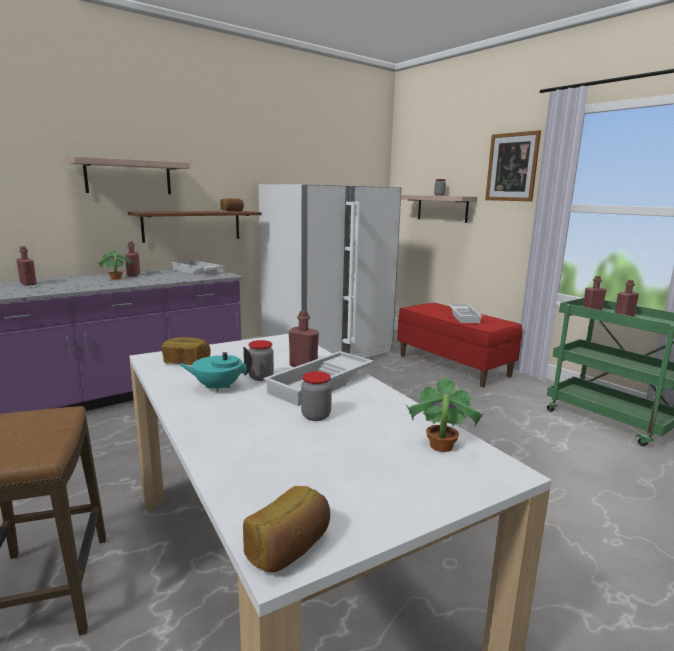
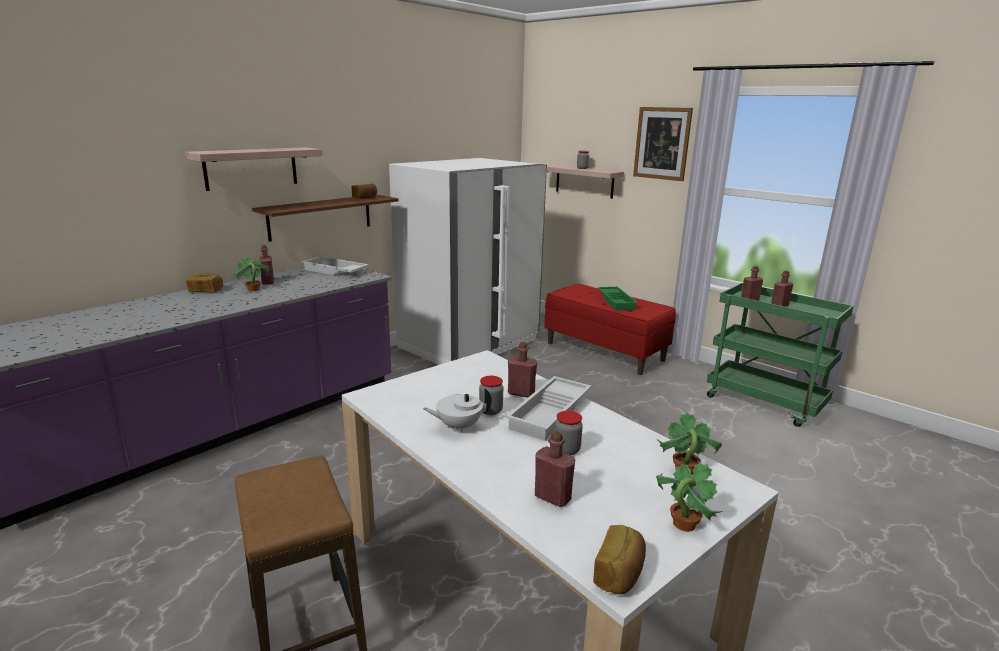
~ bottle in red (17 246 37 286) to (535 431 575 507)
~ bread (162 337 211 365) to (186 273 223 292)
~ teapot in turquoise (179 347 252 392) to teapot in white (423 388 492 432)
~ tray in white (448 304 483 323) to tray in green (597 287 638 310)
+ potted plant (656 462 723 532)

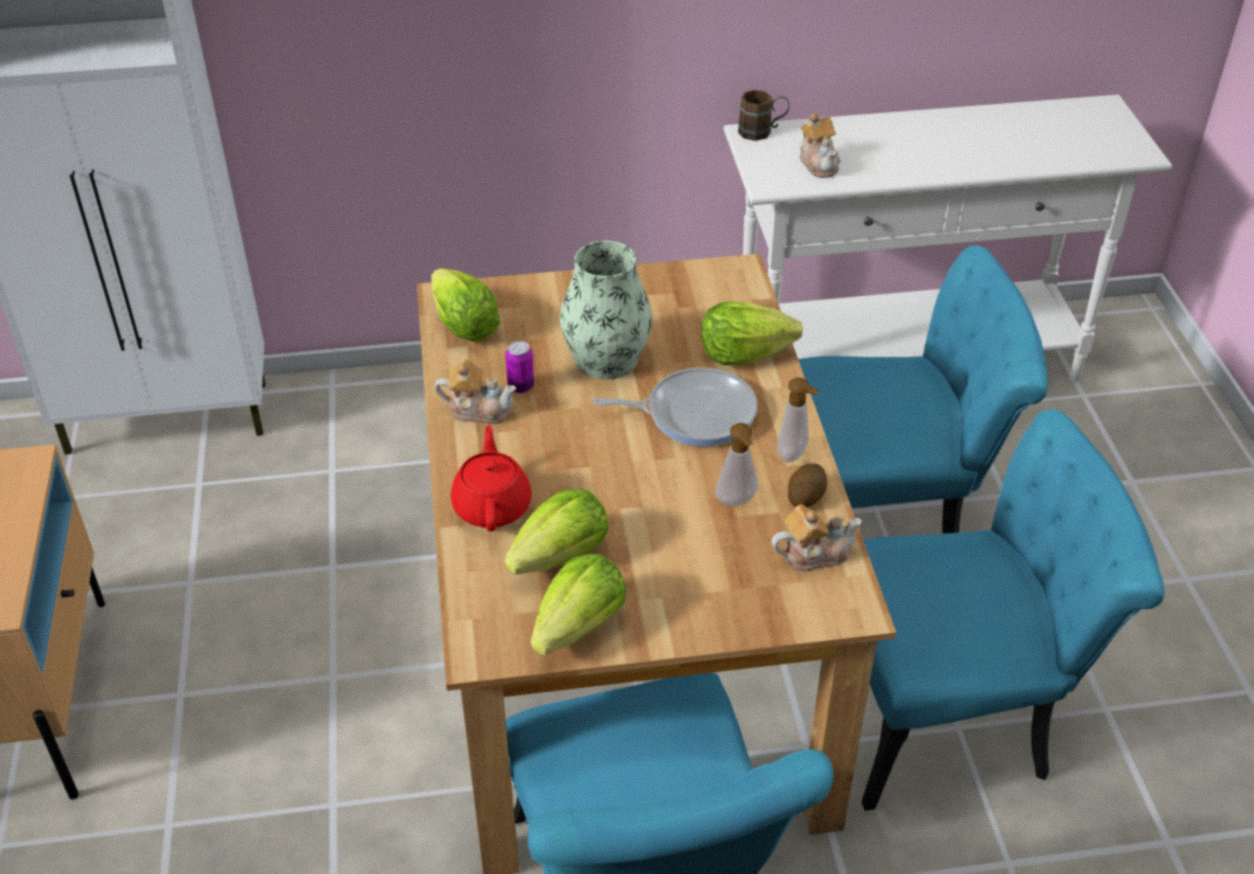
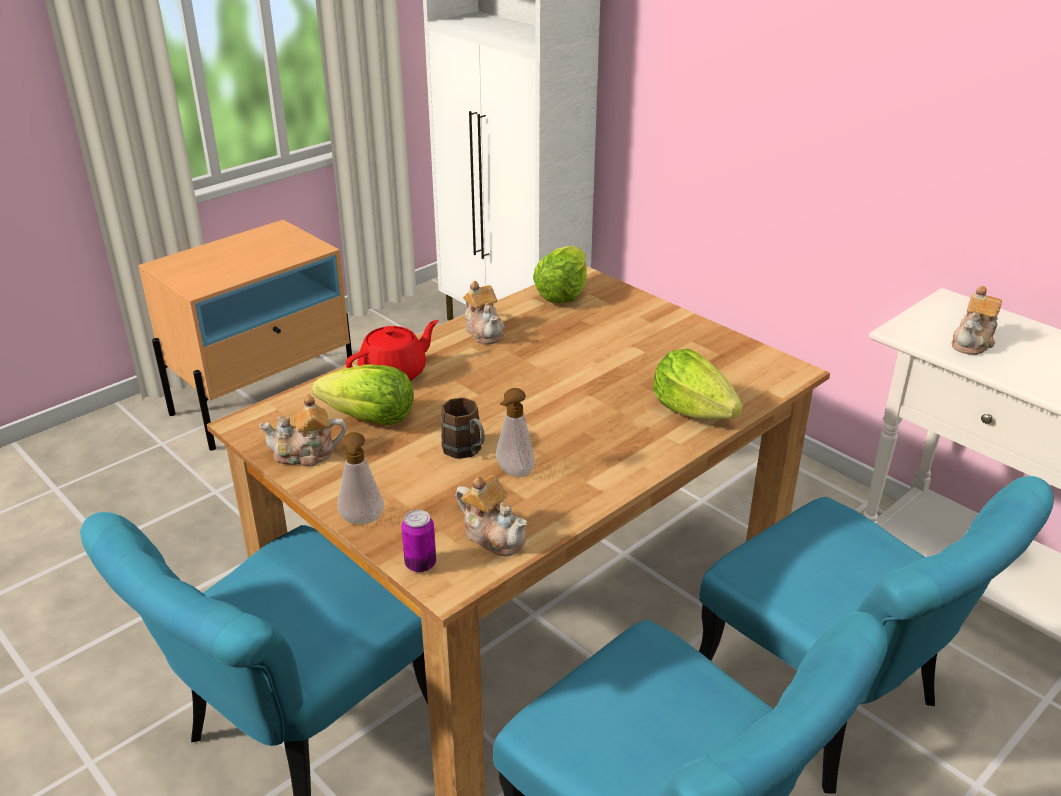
~ can (505 341 534 393) to (401 510 436 572)
~ lettuce (531 553 626 655) to teapot (259 395 346 466)
- vase (560 241 653 379)
- frying pan (593 368 758 446)
~ mug in brown (738 90 789 141) to (441 397 485 459)
~ soap dispenser (777 377 819 462) to (337 432 384 524)
- potato (788 463 827 507)

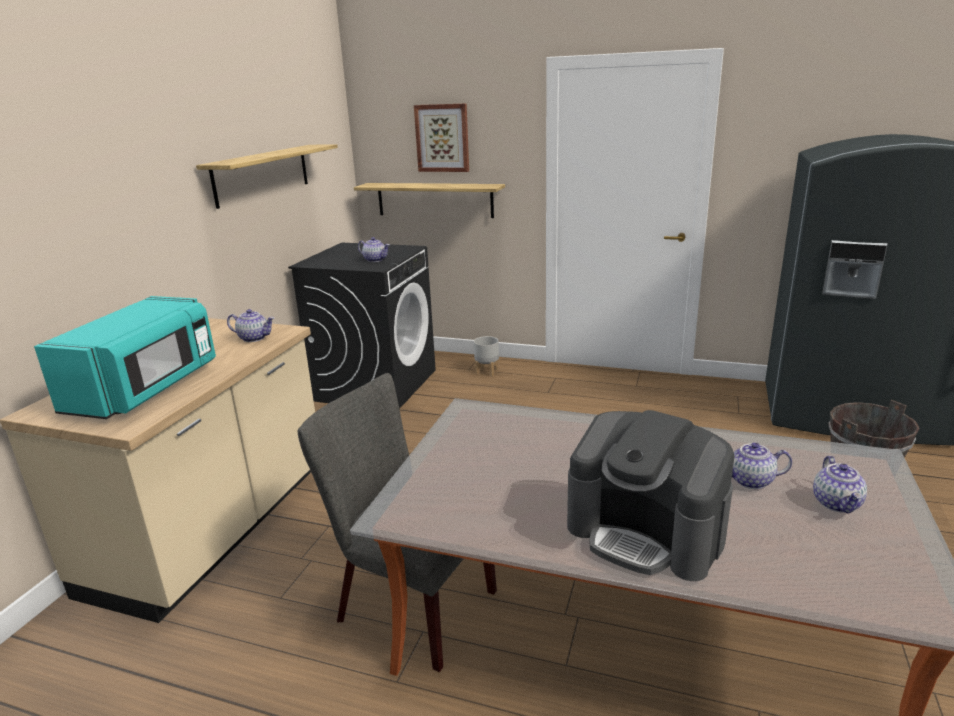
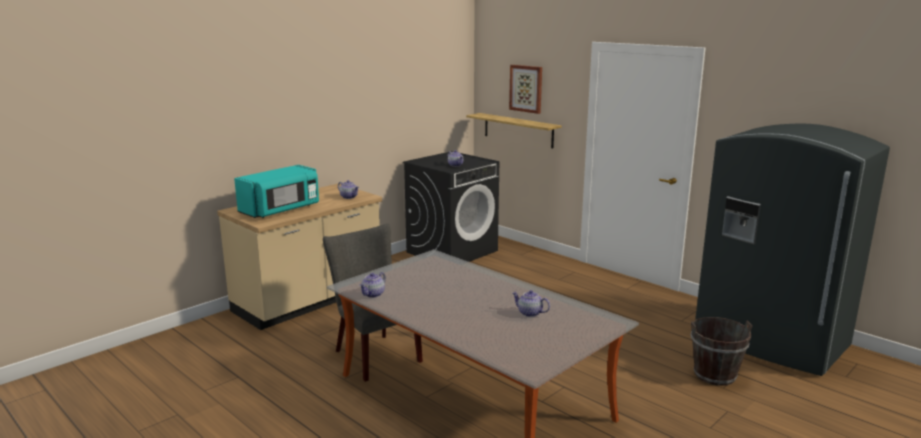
- shelf (196 144 338 209)
- planter in grey (474 336 499 376)
- coffee machine (567 410 735 581)
~ teapot (813 456 867 514) to (359 272 386 298)

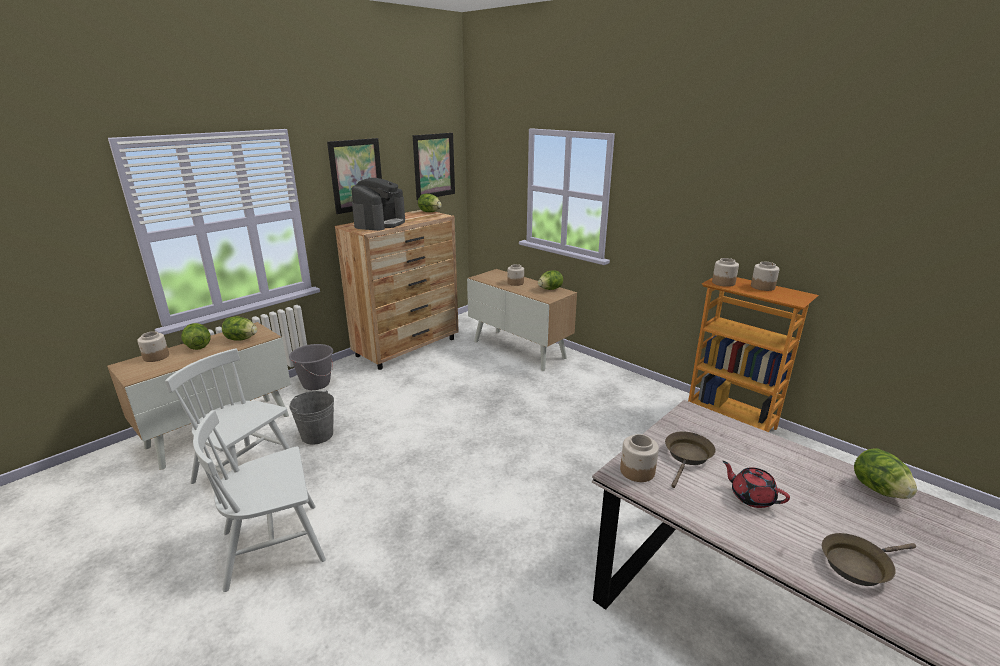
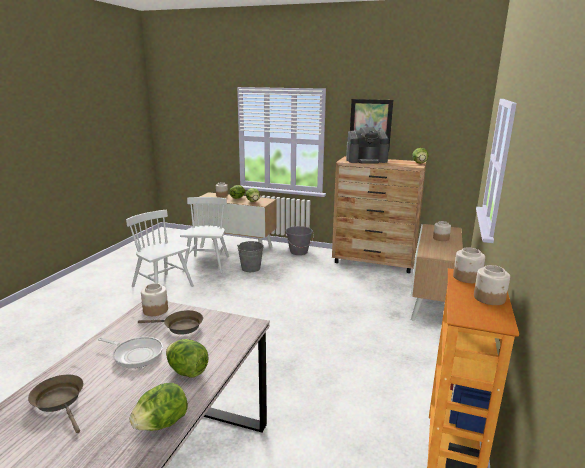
- picture (413 133 455 200)
~ lettuce (538 270 563 290) to (166 339 209 378)
~ teapot in red (722 461 790 508) to frying pan (98 337 163 368)

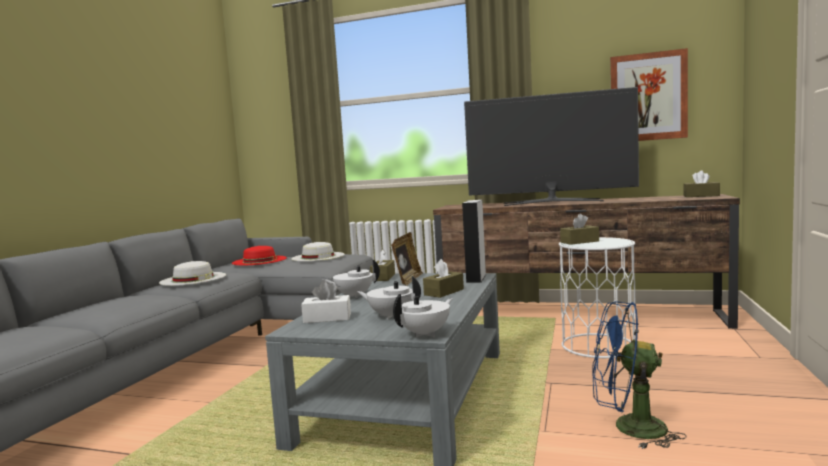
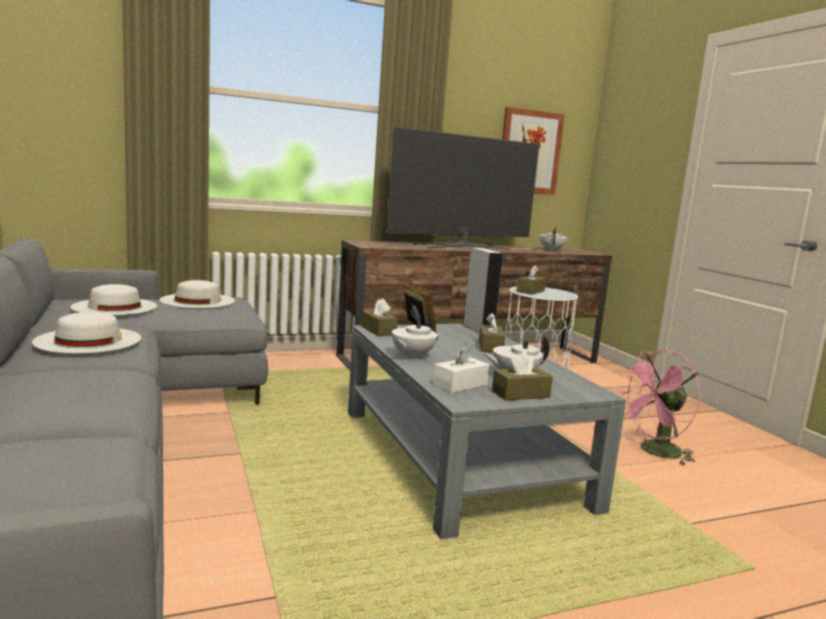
~ hat in red (232 246 287 265) to hat in white (71 284 157 315)
~ teapot in white (393 294 453 338) to (539 227 568 251)
~ fan in blue (592 301 686 449) to fan in pink (617 350 700 466)
~ tissue box in brown (683 170 720 197) to (492 351 553 401)

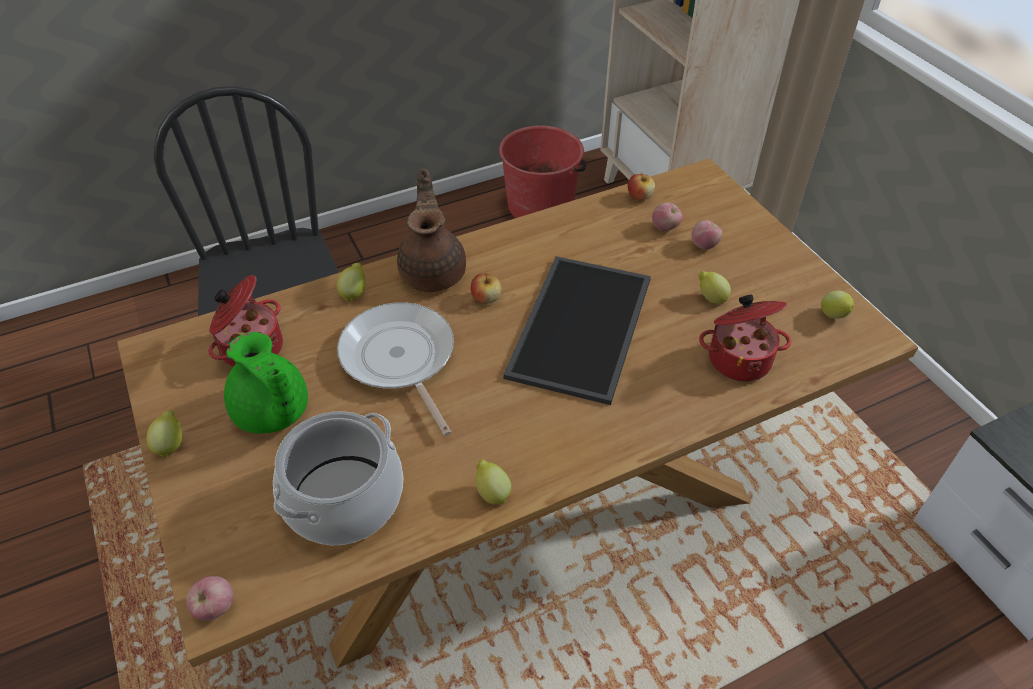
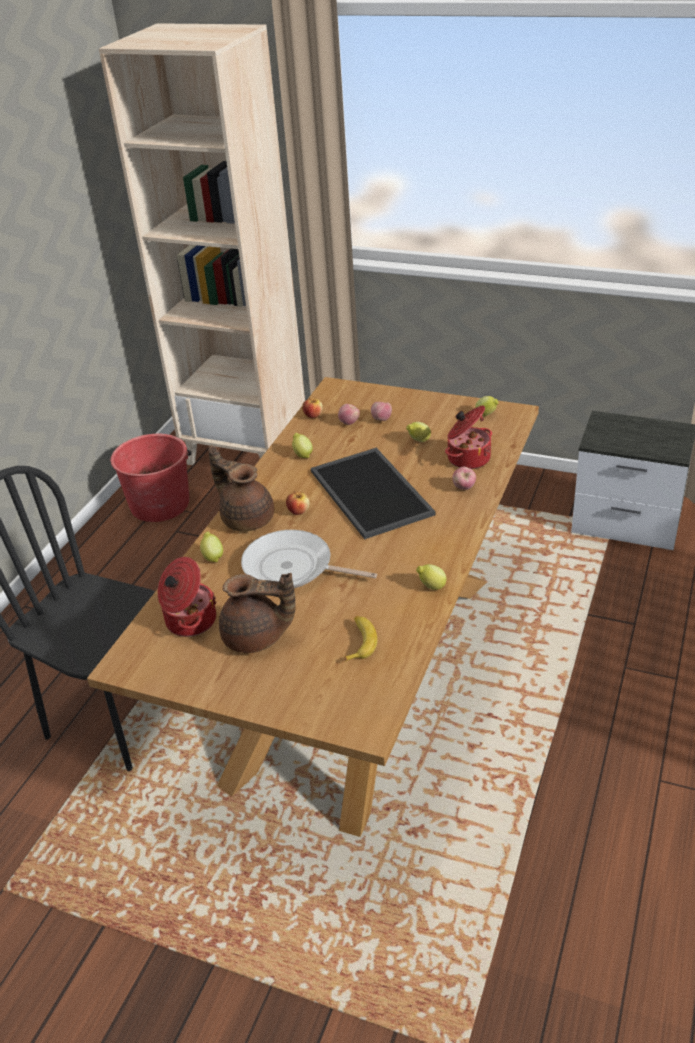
~ lemon (147 410 182 458) to (292 433 313 458)
~ apple (186 576 233 621) to (452 467 476 490)
~ teapot in green (224 332 308 434) to teapot in brown (219 573 296 653)
~ cooking pot (273 411 403 545) to banana (344 616 377 661)

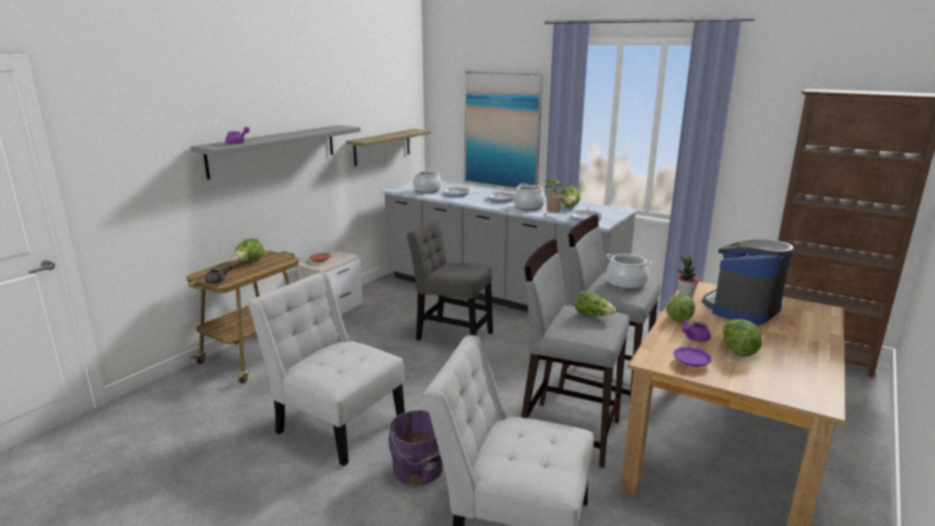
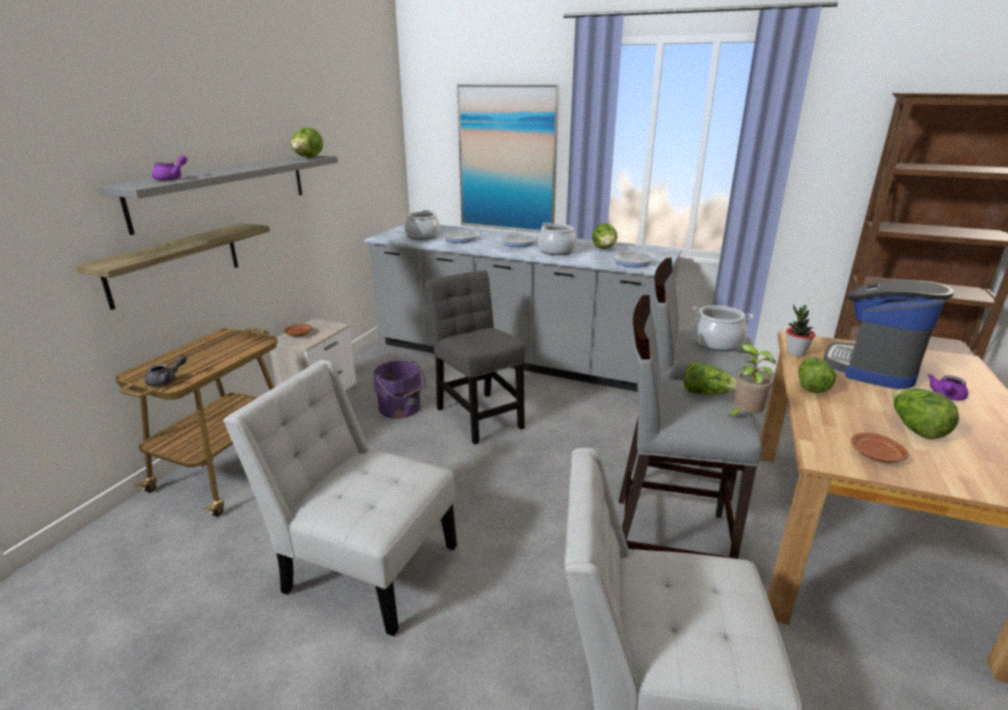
~ lettuce (233 238 264 263) to (290 128 323 158)
~ shelf (346 129 431 167) to (76 223 270 310)
~ bucket in purple (388 410 442 486) to (373 360 426 419)
~ chair in grey (407 219 493 341) = (425 270 525 444) 45 degrees clockwise
~ potted plant (543 178 563 215) to (727 344 776 417)
~ plate in purple (673 347 712 367) to plate in brown (851 432 909 463)
~ teapot in purple (682 320 711 342) to (928 374 968 401)

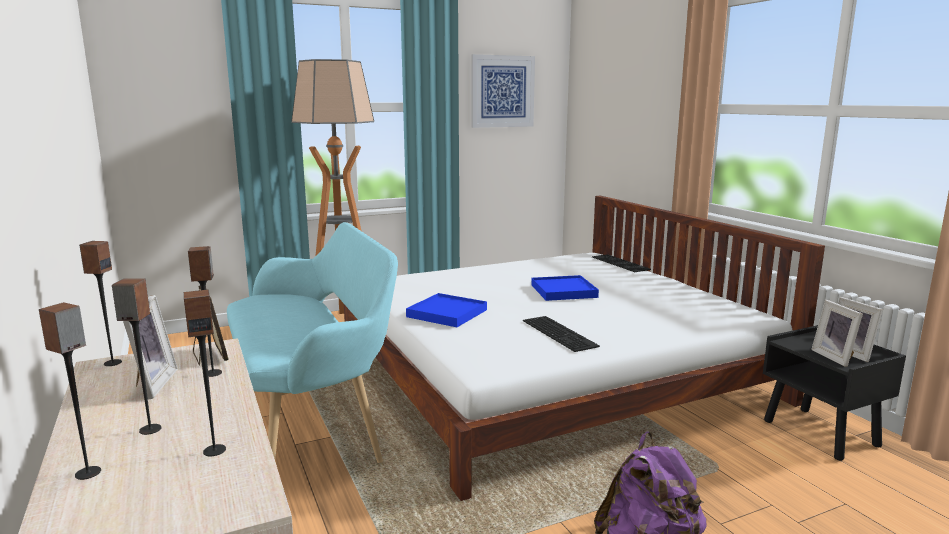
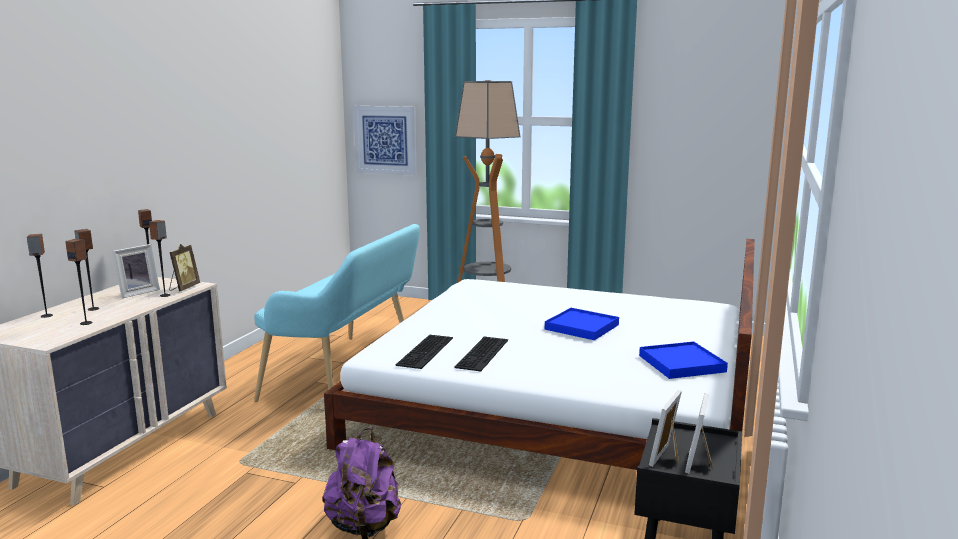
~ tray in blue (406 293 487 327) to (639 341 728 379)
~ picture (471 54 535 128) to (353 106 417 175)
~ keyboard (592 254 651 272) to (396 335 453 369)

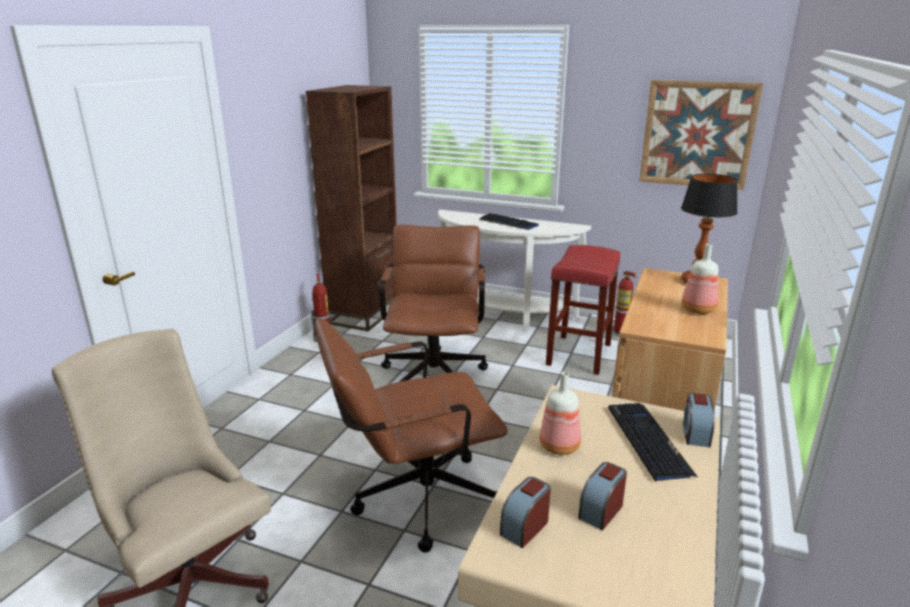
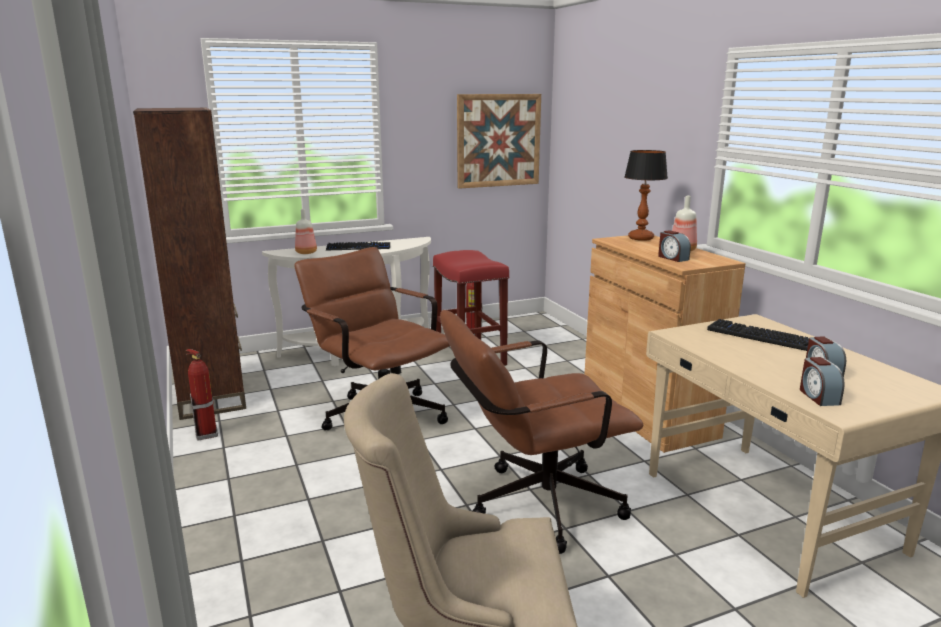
~ office chair in brown (315 318 508 553) = (440 310 643 554) 45 degrees clockwise
~ bottle (539 372 581 455) to (295 209 317 254)
~ alarm clock (683 393 715 447) to (658 230 691 262)

